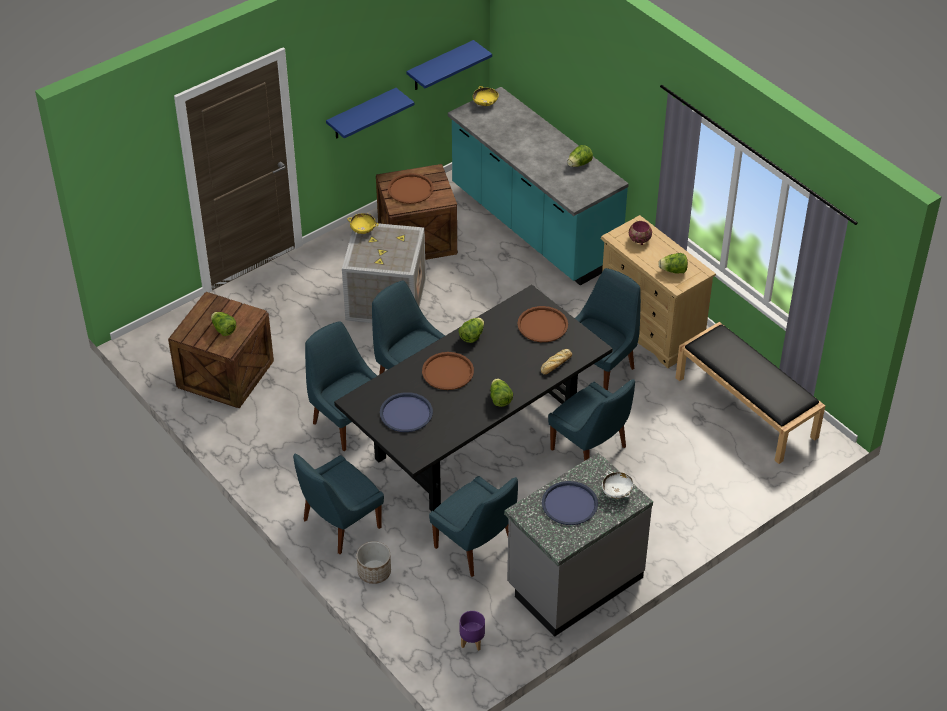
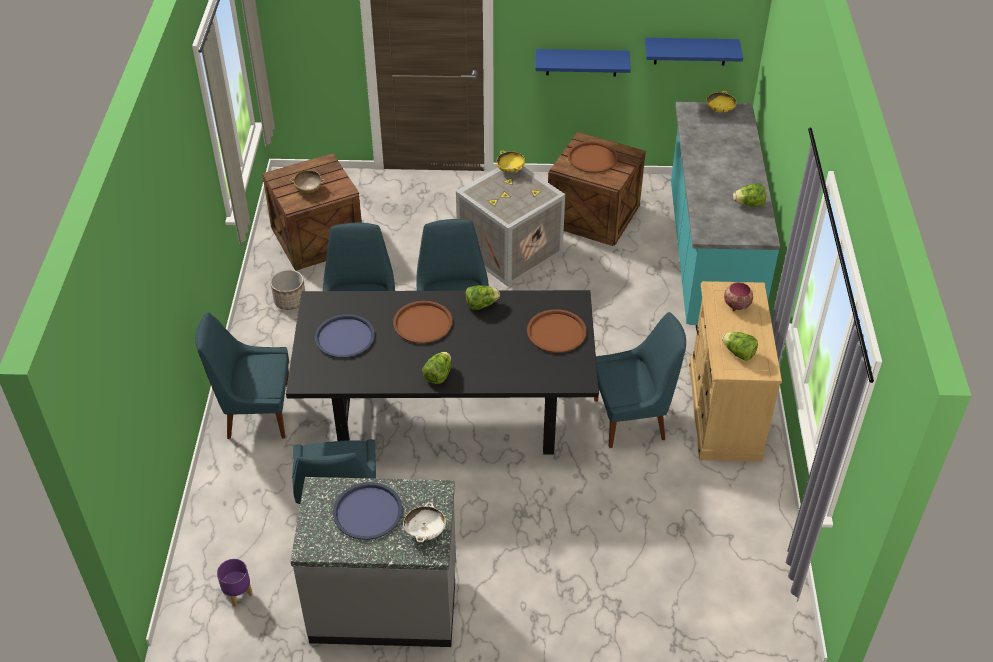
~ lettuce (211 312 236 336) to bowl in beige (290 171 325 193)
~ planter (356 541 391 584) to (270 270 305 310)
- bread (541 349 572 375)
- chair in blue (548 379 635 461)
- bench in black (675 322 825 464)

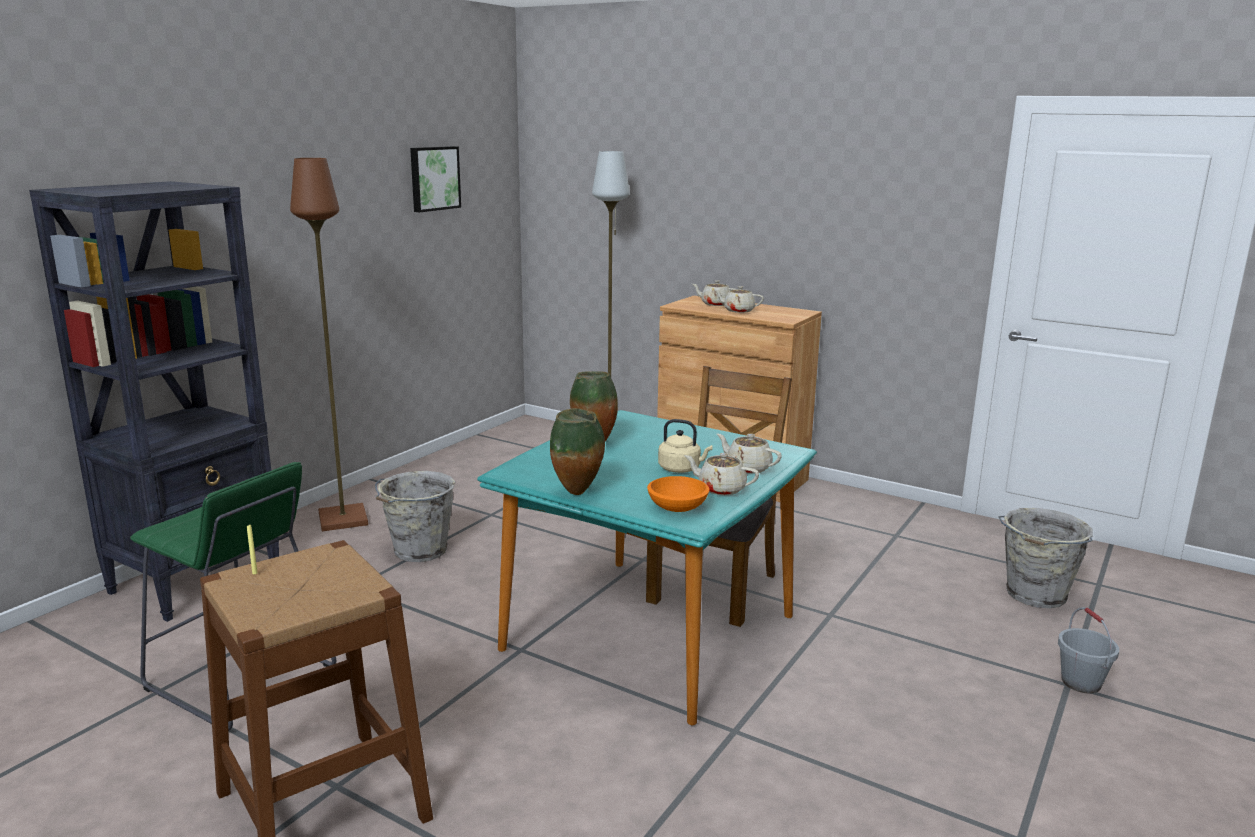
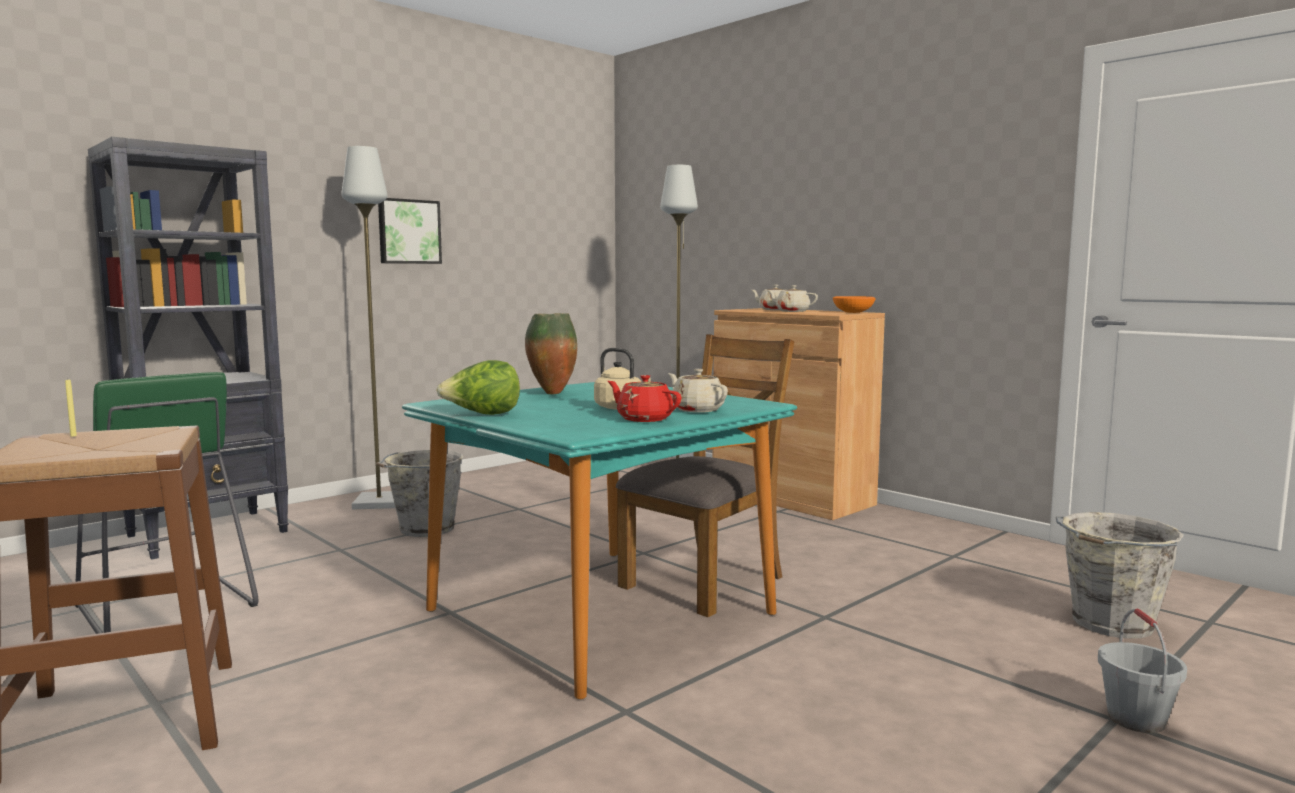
~ floor lamp in brown (290 158 368 531) to floor lamp in grey (341 146 395 509)
~ picture (410 146 461 212) to (378 198 442 264)
~ vase (550 408 605 495) to lettuce (436 360 520 415)
~ bowl in orange (647 476 710 512) to (833 296 876 313)
~ teapot in beige (684 453 759 495) to teapot in red (608 375 682 422)

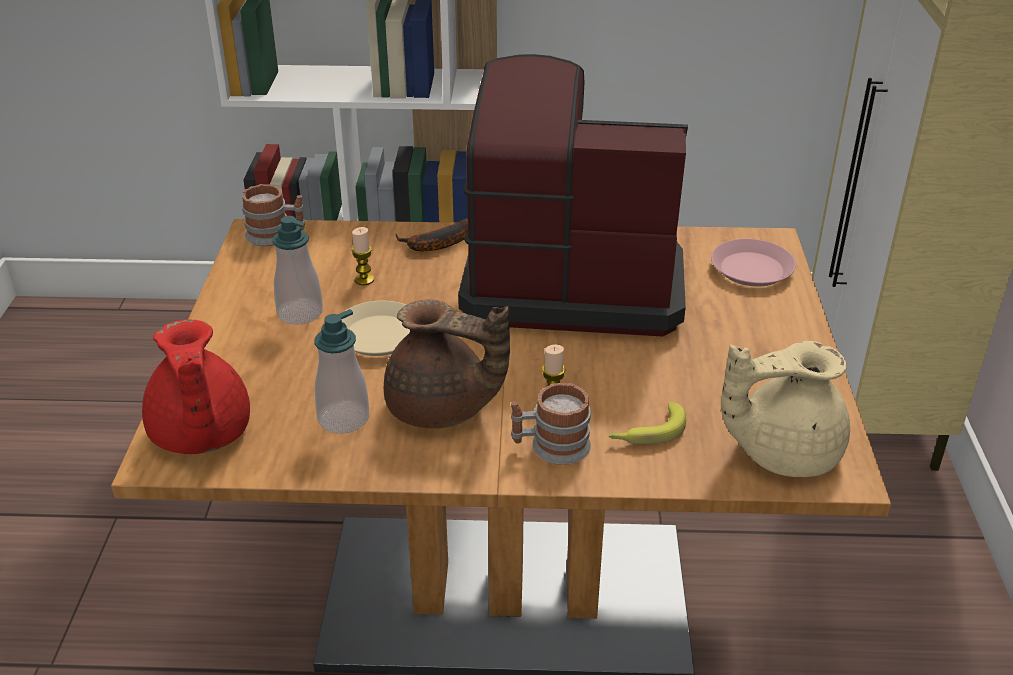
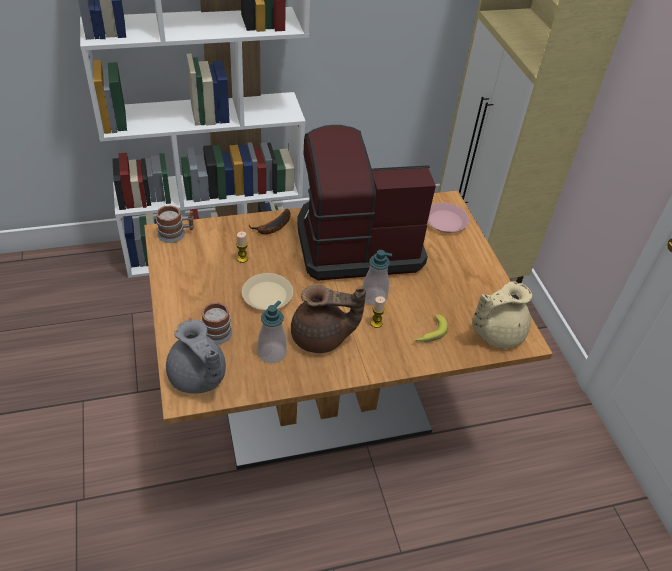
~ teapot in red (142 320 250 454) to teapot in grey (166 319 226 393)
~ soap dispenser (272 216 323 325) to (362 250 392 306)
~ mug (511 383 591 465) to (188 302 232 345)

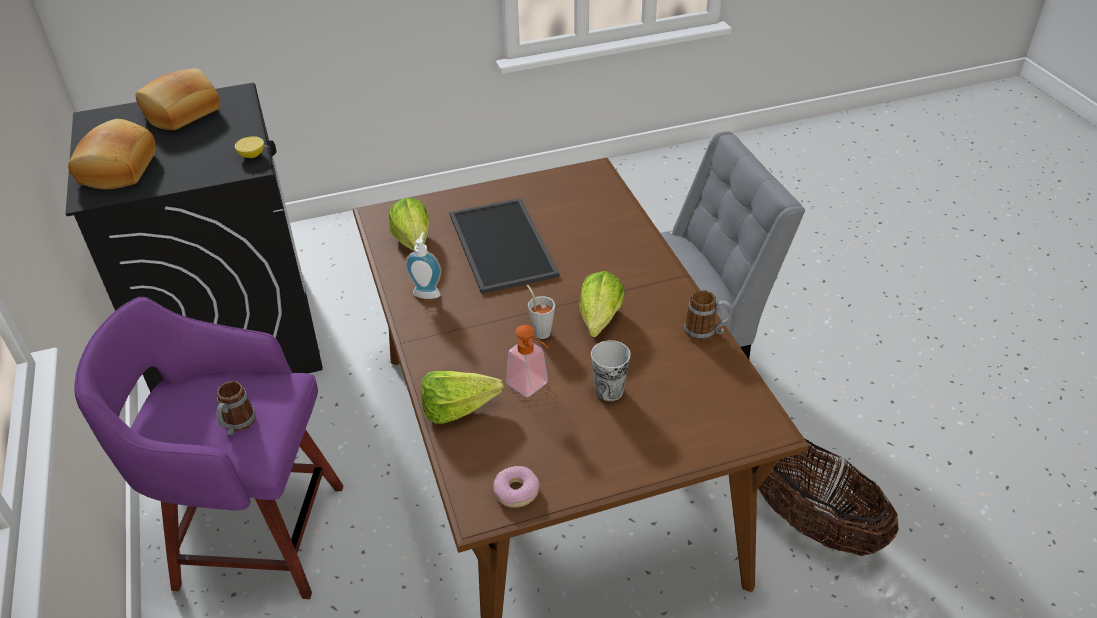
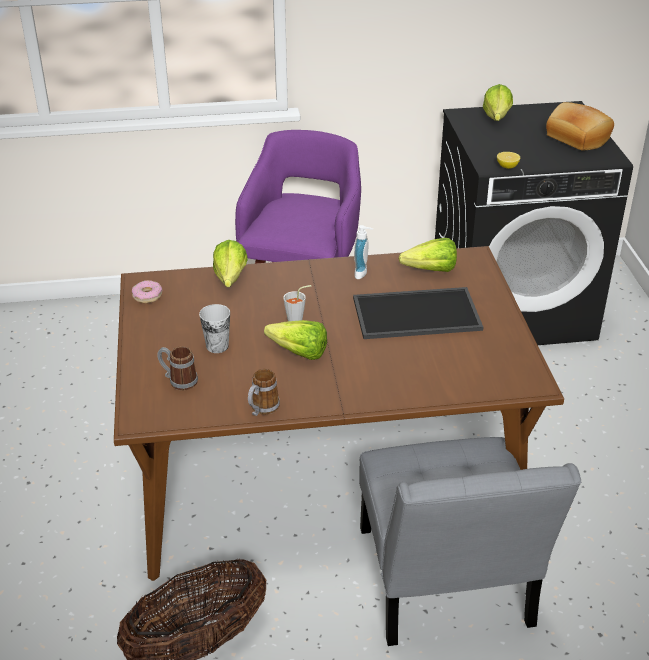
~ bread (68 119 156 189) to lettuce (483 84 513 121)
~ mug (217 381 256 435) to (157 346 198 391)
- soap dispenser (506 325 548 397)

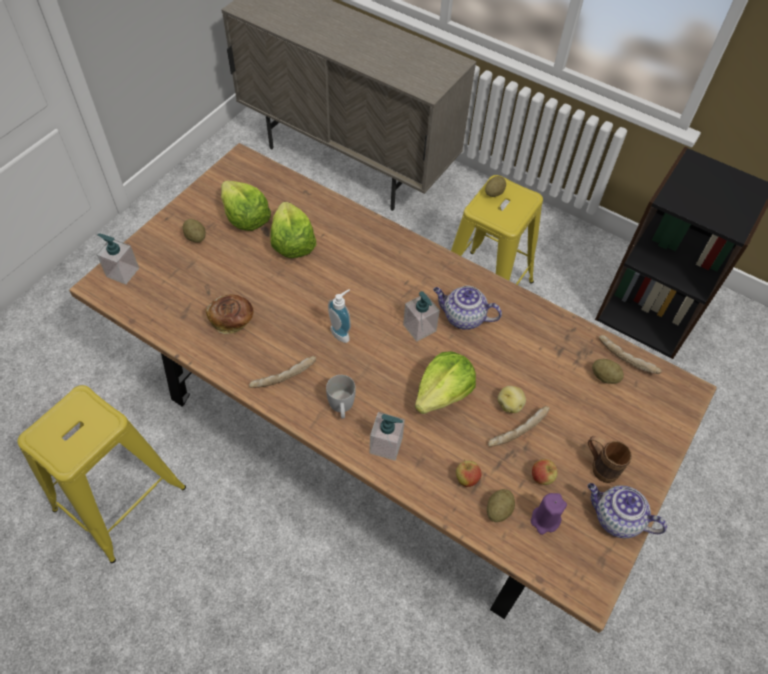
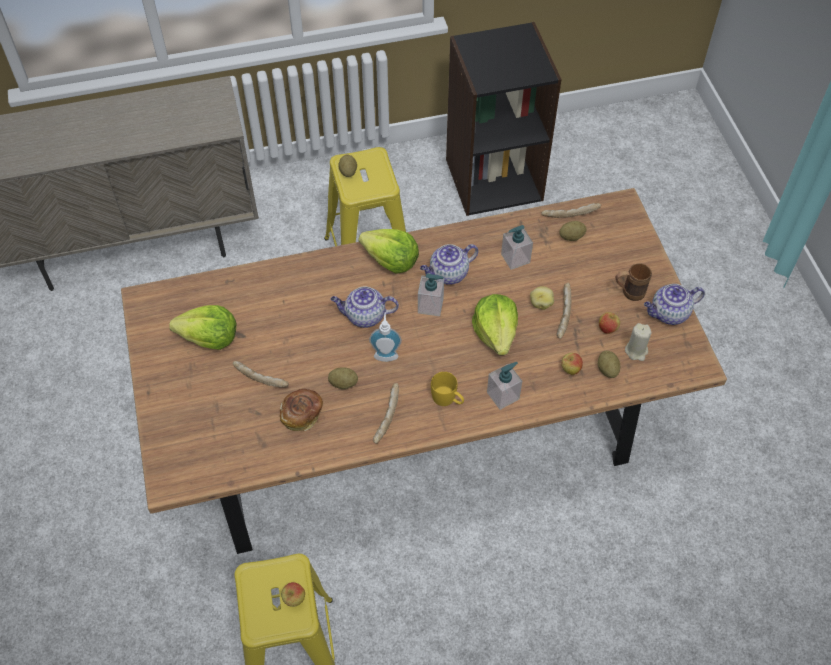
~ soap dispenser (96 234 139 284) to (501 225 533 270)
~ potato (183 219 206 243) to (328 367 358 389)
~ lettuce (270 202 316 258) to (358 229 419 274)
~ mug in white (326 375 356 419) to mug in yellow (431 372 464 406)
~ candle in purple (531 493 567 535) to candle in beige (625 323 652 361)
+ bread (233 361 289 387)
+ apple (281 582 305 607)
+ teapot (330 286 399 328)

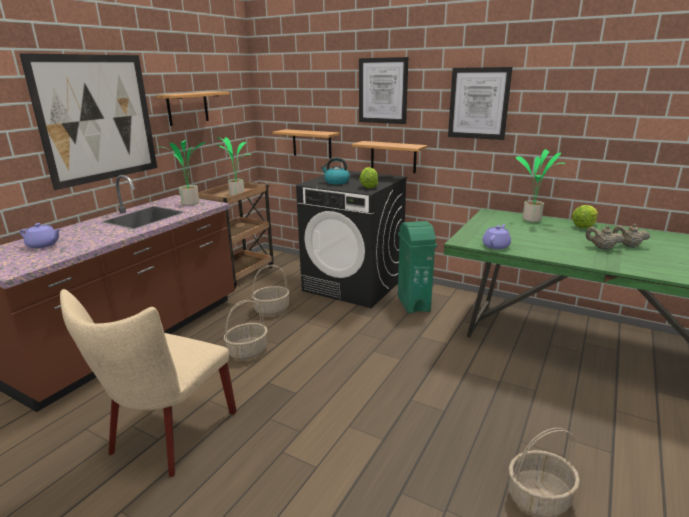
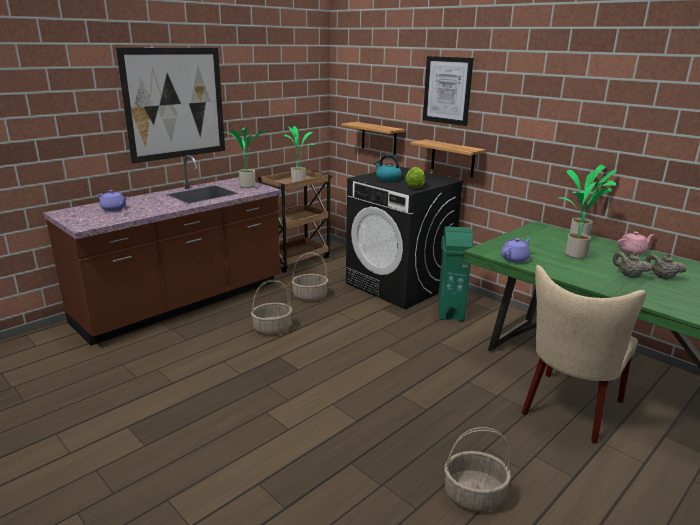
~ chair in beige (60 289 237 477) to (521 265 646 444)
- shelf (156 91 230 126)
- picture (448 67 512 140)
~ lettuce (572 205 598 228) to teapot in pink (617 232 654 255)
+ potted plant (559 182 616 259)

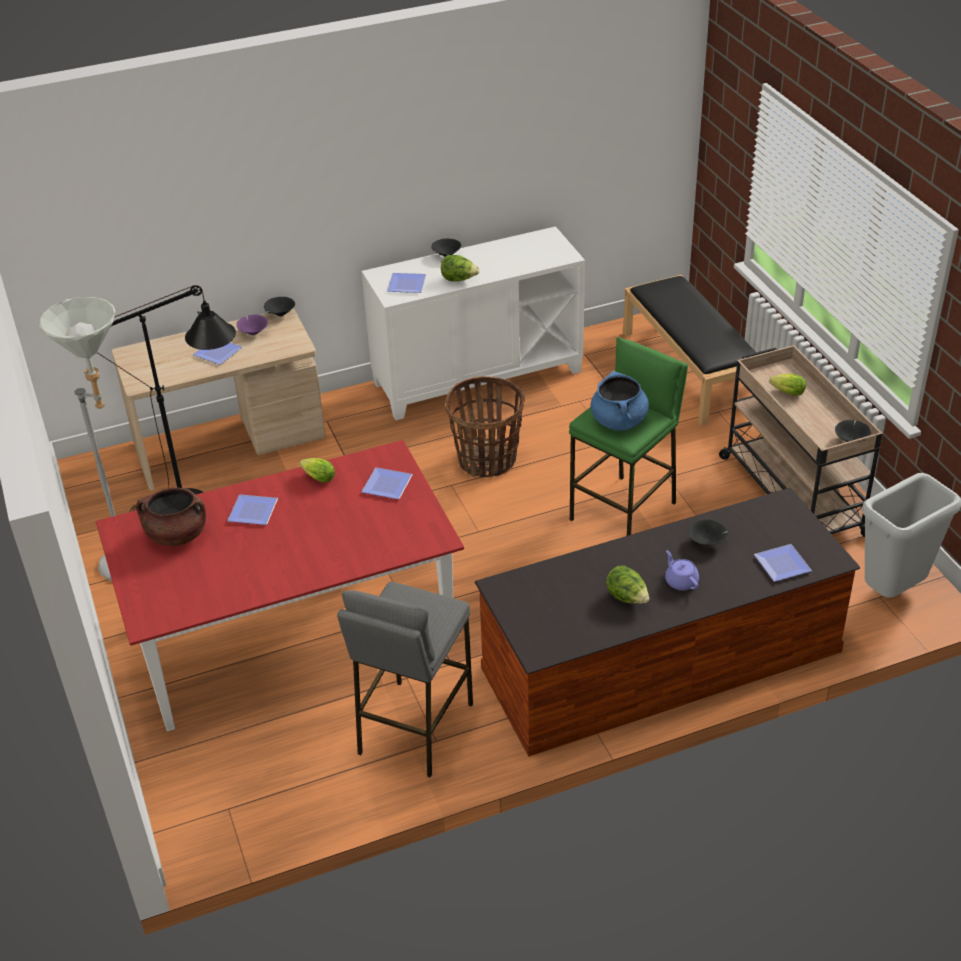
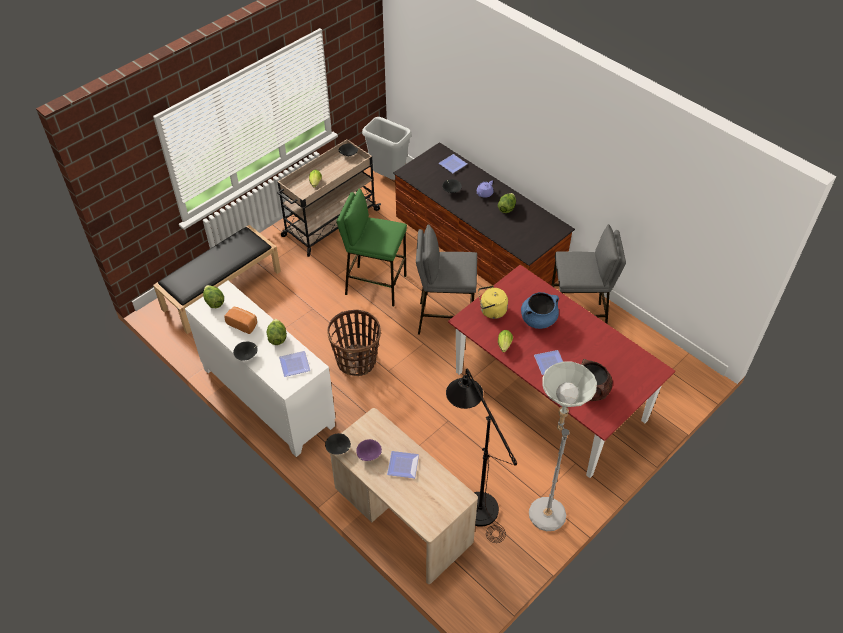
~ plate (361 467 413 499) to kettle in yellow (478 285 508 319)
~ cooking pot in blue (591 371 649 431) to (521 292 559 329)
+ lettuce (203 285 224 308)
+ bread (224 307 257 334)
+ stool in grey (416 224 477 335)

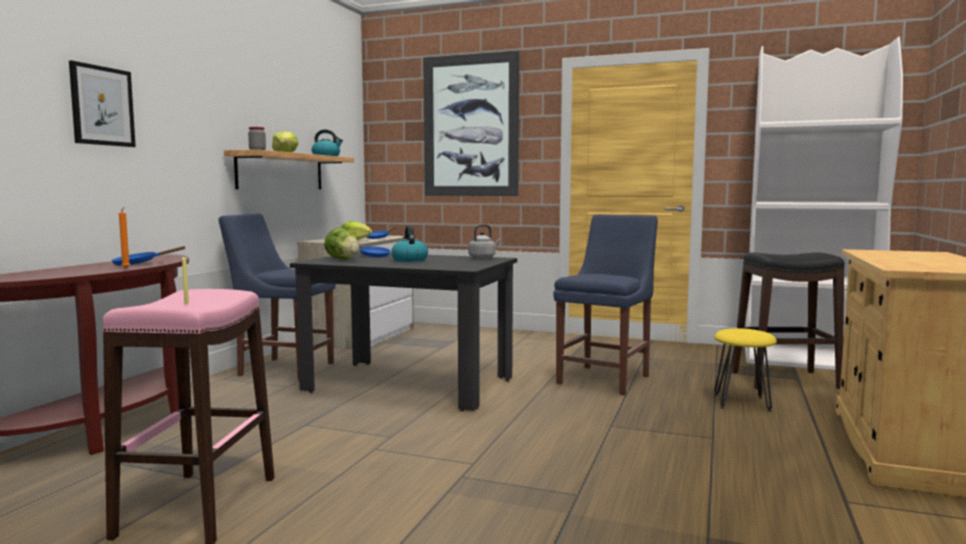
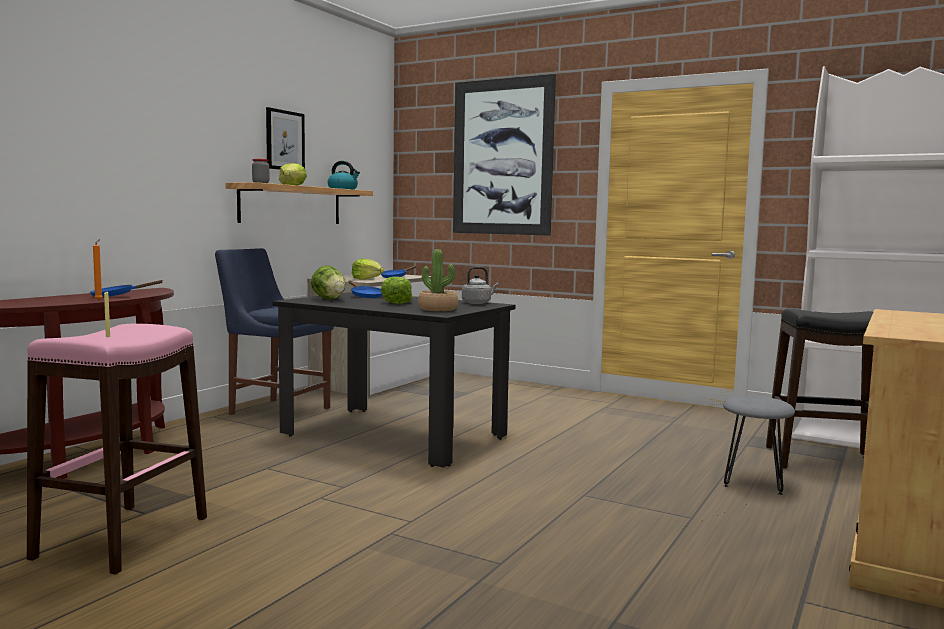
~ picture (69 60 136 147) to (266 107 305 170)
~ kettle (391 225 428 262) to lettuce (381 276 413 304)
- chair in blue (553 214 658 395)
~ stool in yellow (714 328 777 412) to stool in grey (723 396 795 495)
+ potted plant (418 249 458 311)

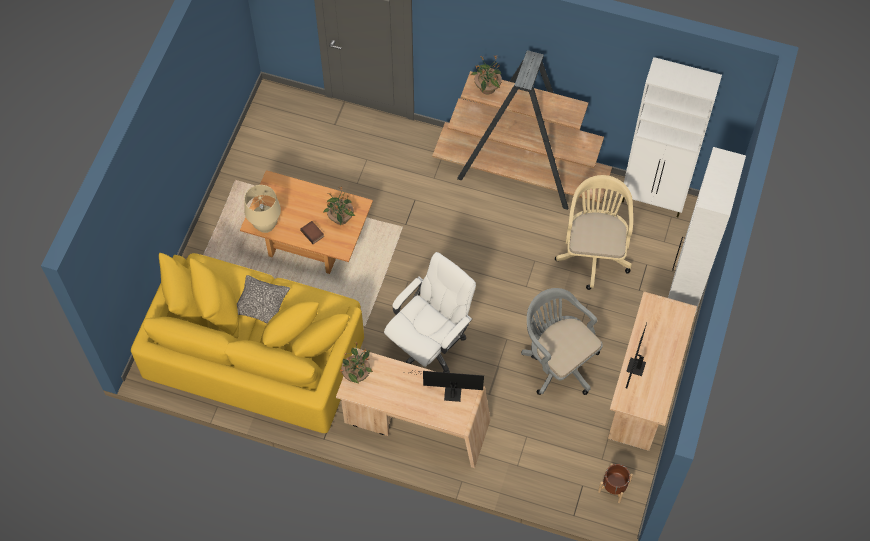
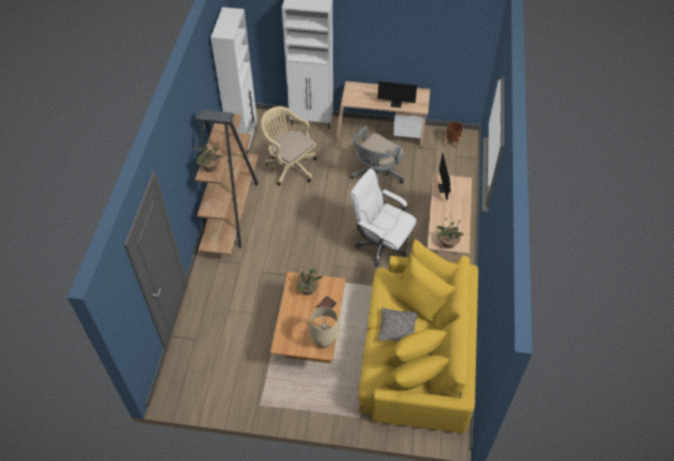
~ office chair in beige (555 175 633 290) = (261 106 317 185) 45 degrees clockwise

